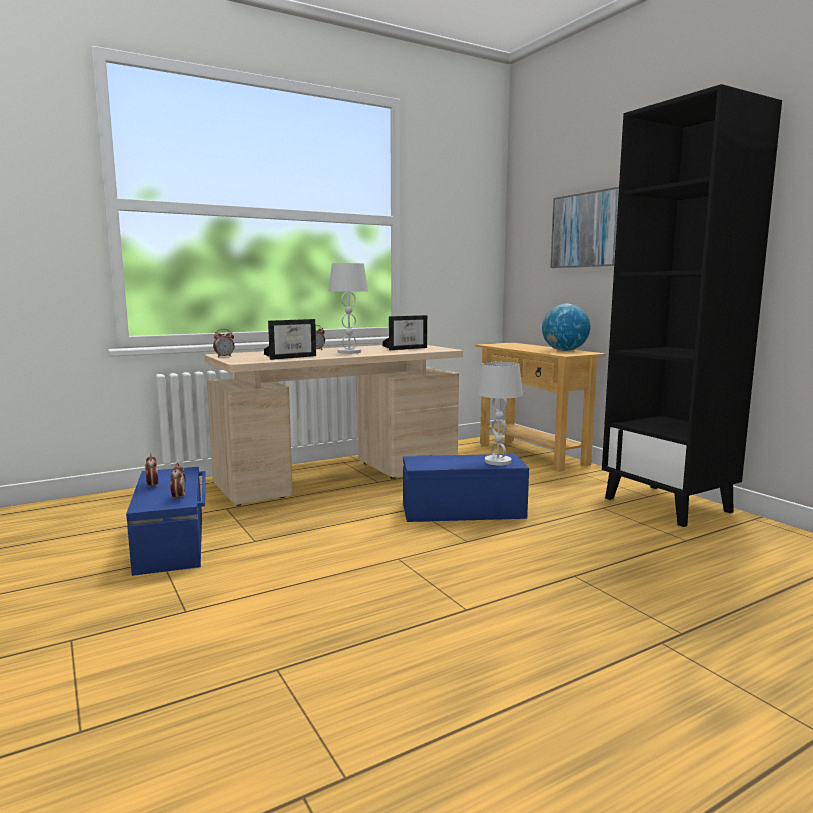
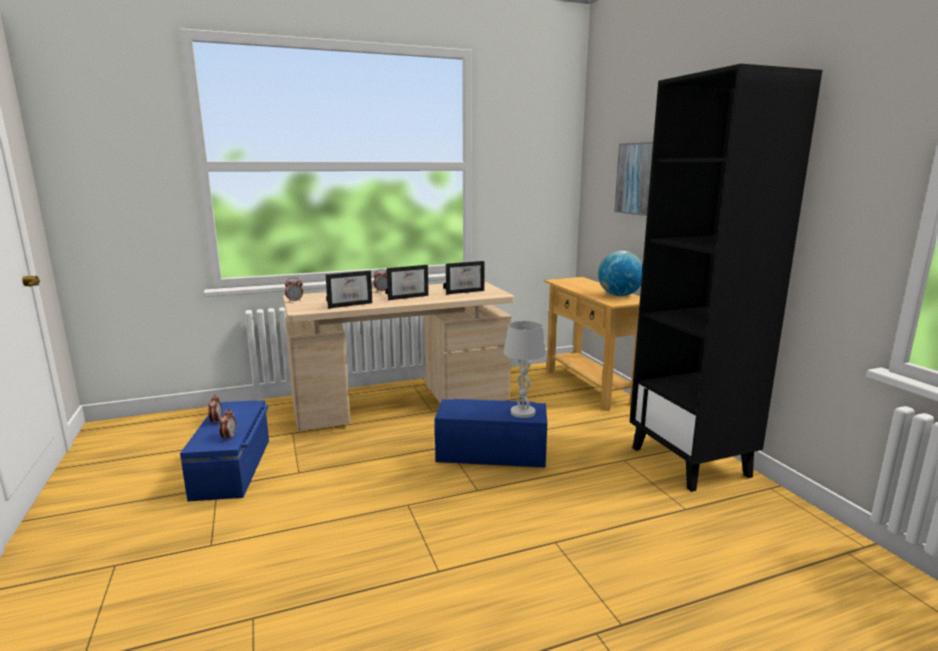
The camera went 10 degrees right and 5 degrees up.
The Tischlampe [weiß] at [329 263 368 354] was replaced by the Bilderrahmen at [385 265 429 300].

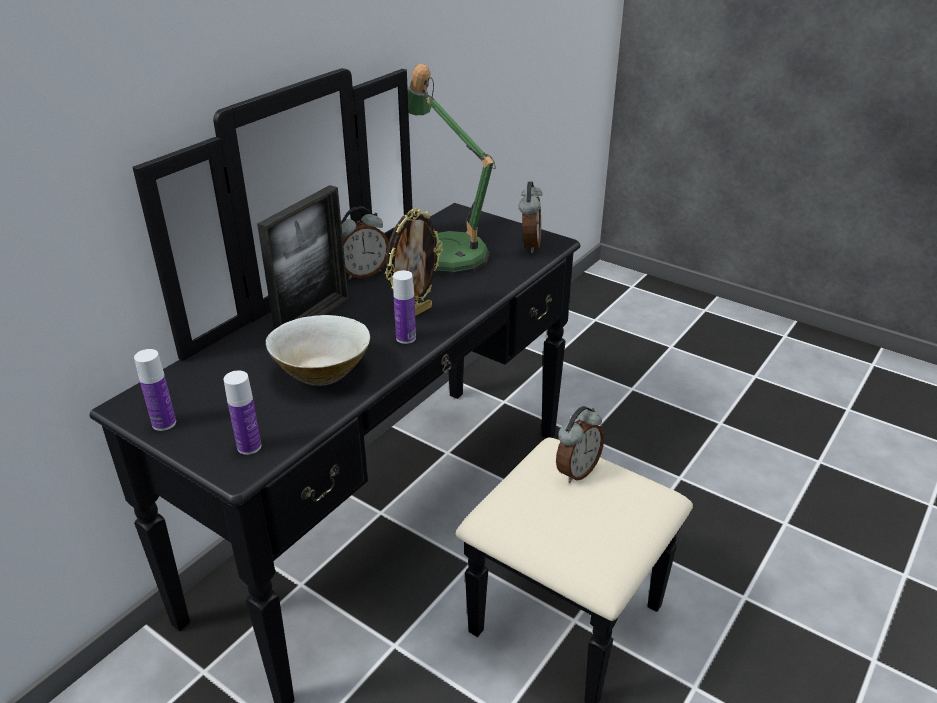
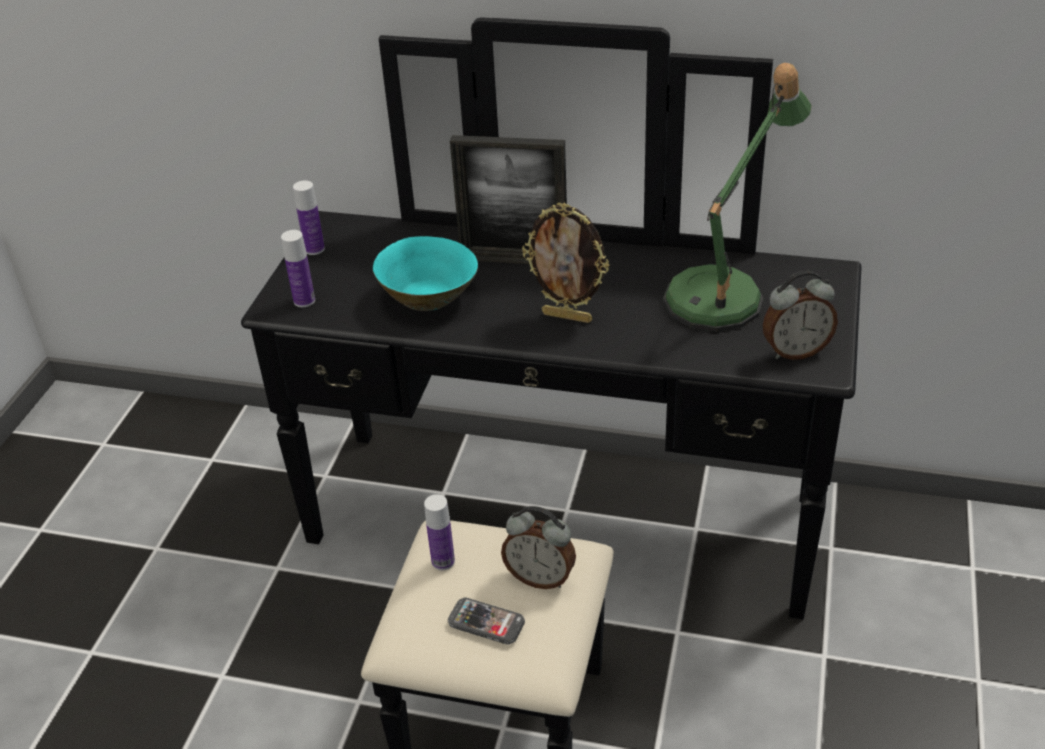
The camera went 70 degrees right and 5 degrees up.
The Wecker at [341 207 389 280] disappeared.
The Handy at [448 597 525 645] appeared.
The Flasche moved from [393 270 416 344] to [424 494 455 570].
The Schüssel [beige] at [266 315 370 386] became the Schüssel [türkis] at [373 236 478 311].

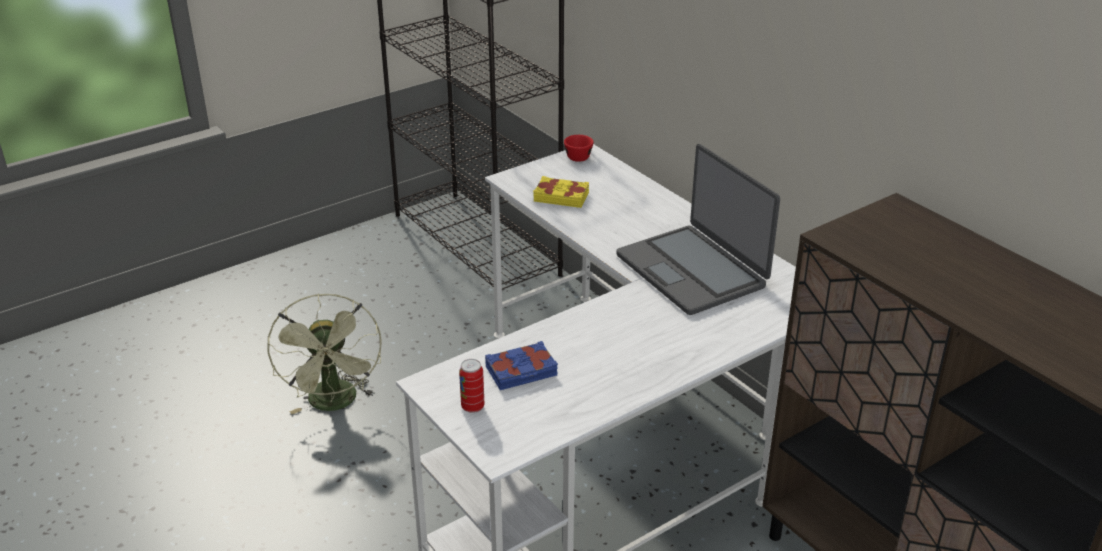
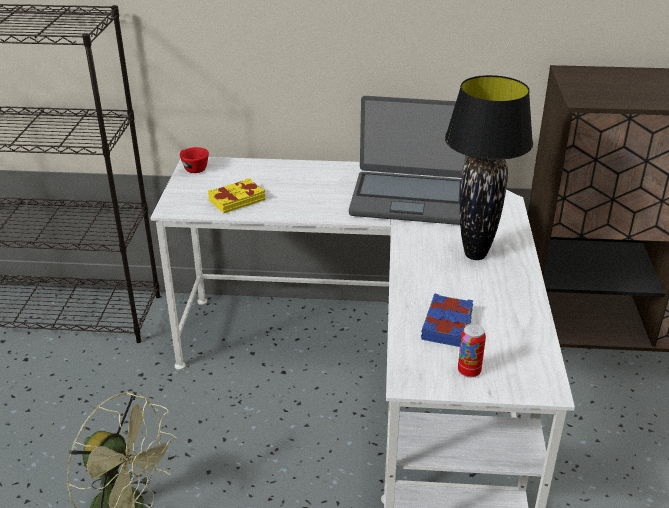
The camera went 50 degrees left and 0 degrees up.
The Tischlampe [schwarz] at [445 75 533 260] appeared.

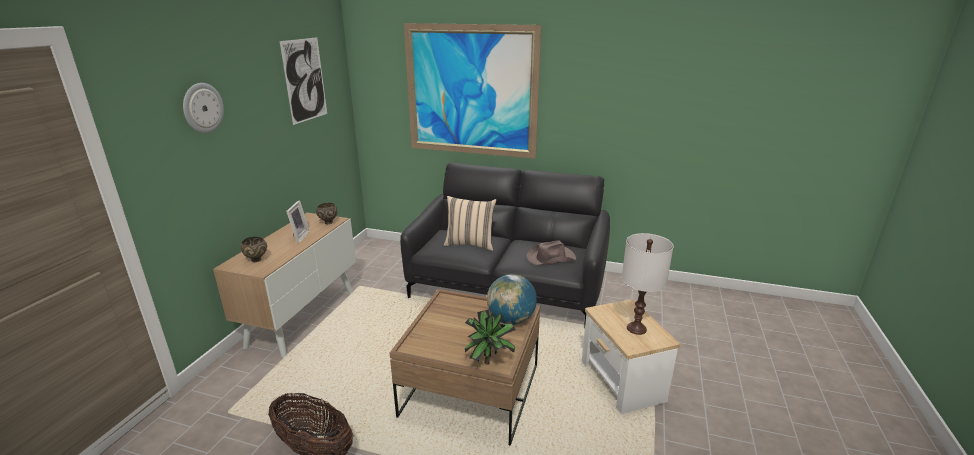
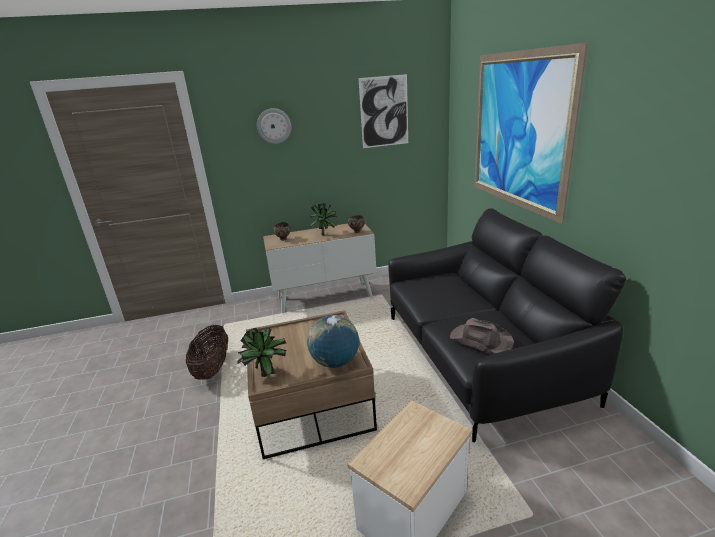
The camera went 60 degrees right and 0 degrees up.
The Kissen [beige] at [444 196 496 251] disappeared.
The Tischlampe [weiß] at [622 233 674 335] disappeared.
The Bilderrahmen at [286 200 310 243] was replaced by the Topfpflanze at [308 203 337 235].

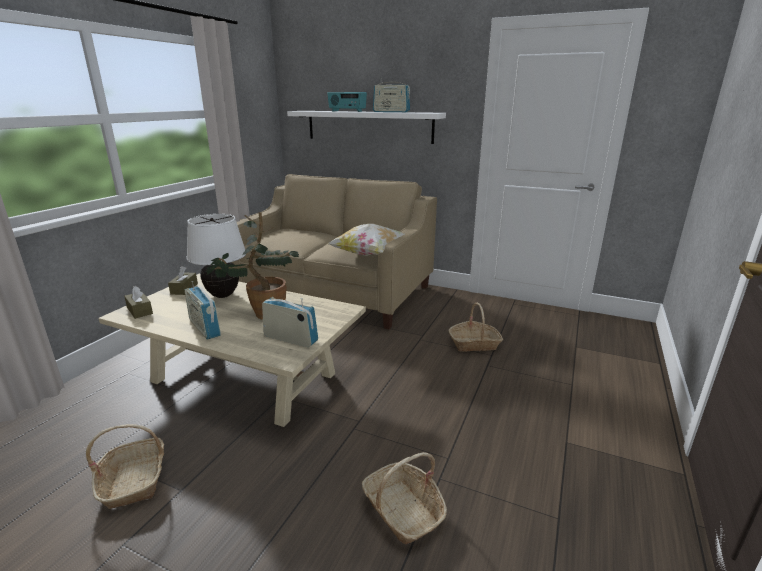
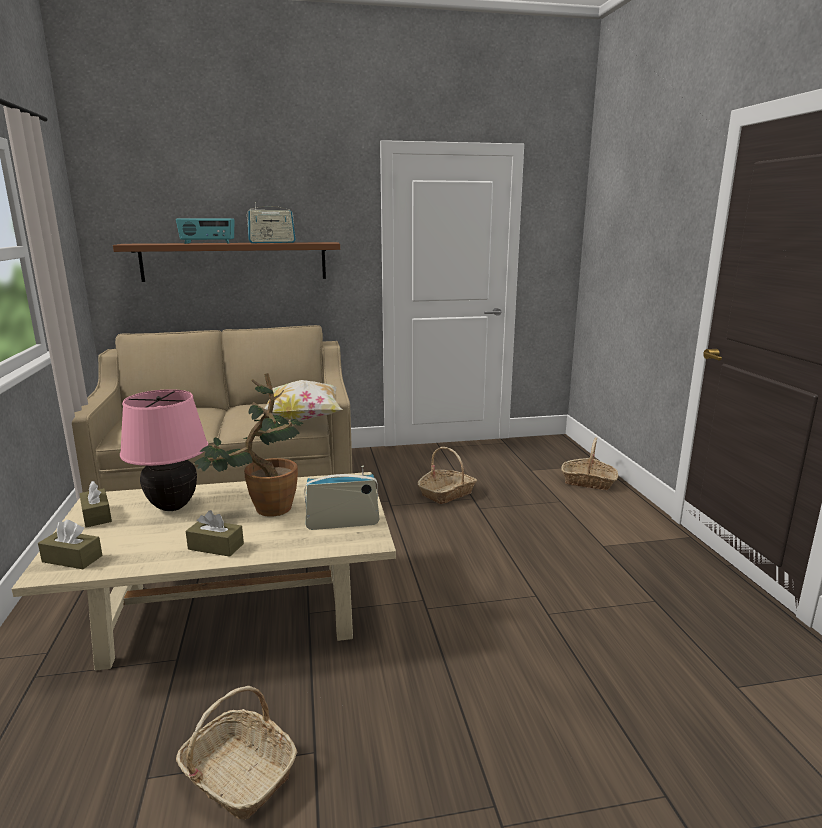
The camera went 35 degrees left and 5 degrees down.
The Korb moved from [362 452 447 545] to [561 437 618 490].
The Radio at [184 281 221 340] was replaced by the Taschentuchbox [braun] at [186 510 244 557].
The Tischlampe [weiß] at [186 214 246 298] became the Tischlampe [rosa] at [120 389 208 511].
The Wandregal [weiß] at [287 111 446 144] became the Wandregal [braun] at [113 242 340 282].

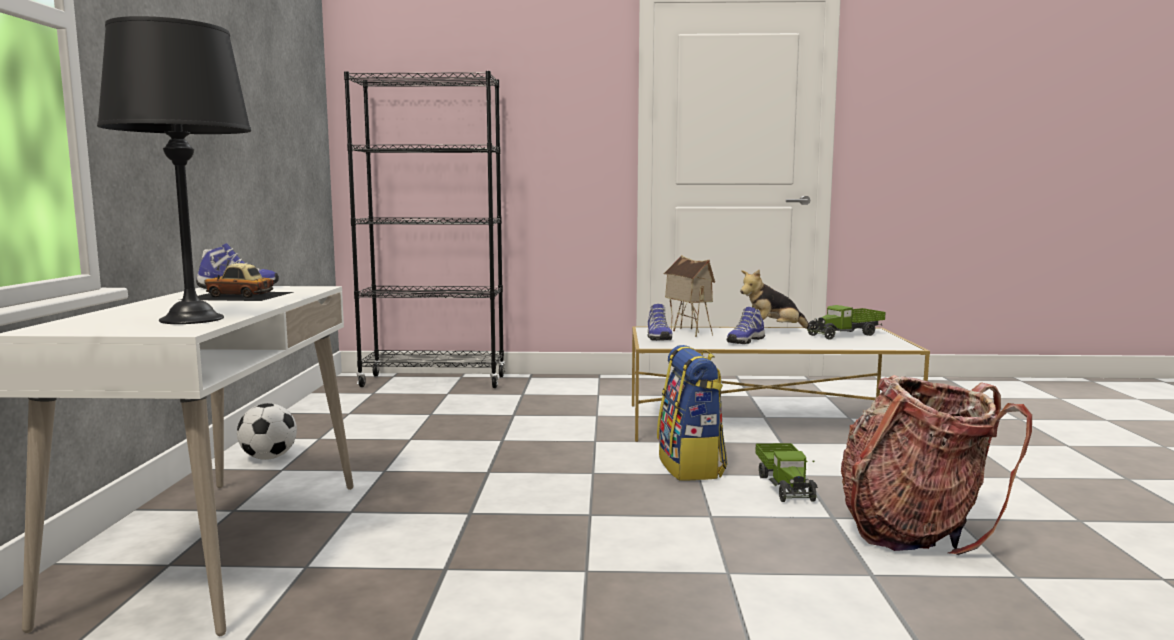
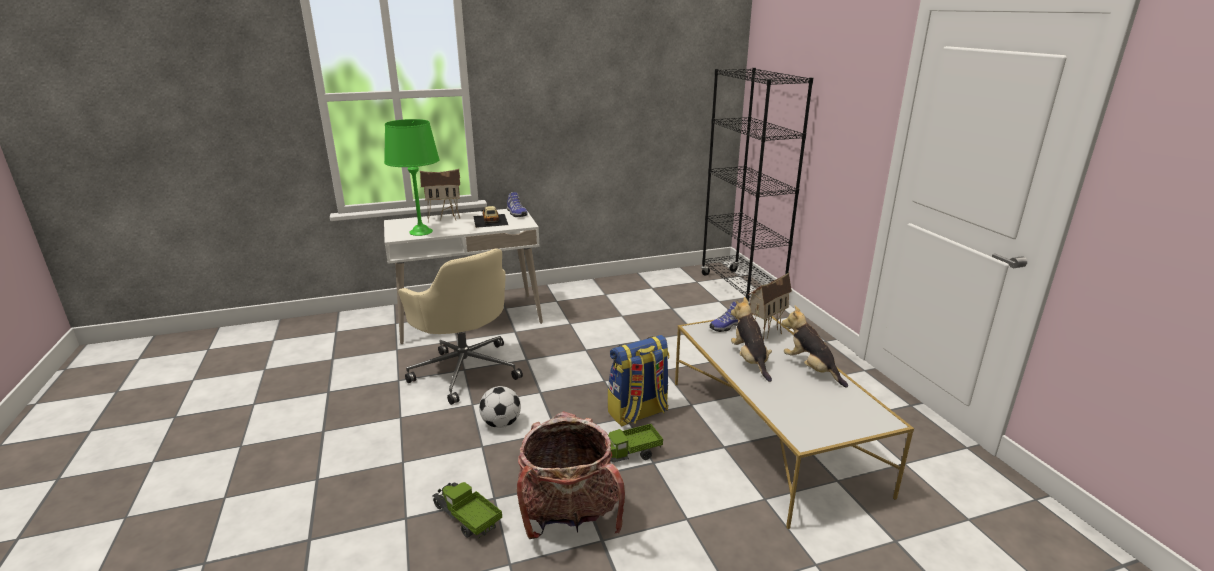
The camera went 70 degrees right and 15 degrees up.
The Bürostuhl [beige] at [398 248 523 405] appeared.
The Spielzeughaus at [420 169 460 222] appeared.
The Fußball moved from [237 403 297 460] to [479 386 521 428].
The Spielzeuglaster moved from [807 305 885 340] to [432 482 502 538].
The Schuh at [727 307 765 344] was replaced by the Plüschtier at [731 297 772 382].
The Tischlampe [schwarz] at [97 16 251 324] became the Tischlampe [grün] at [384 119 440 236].

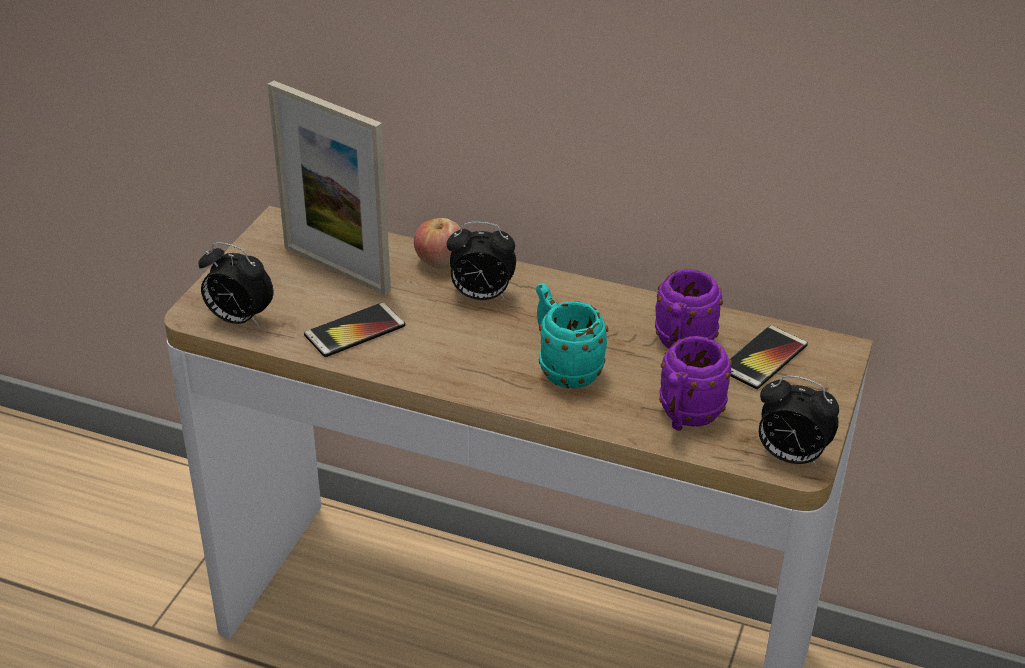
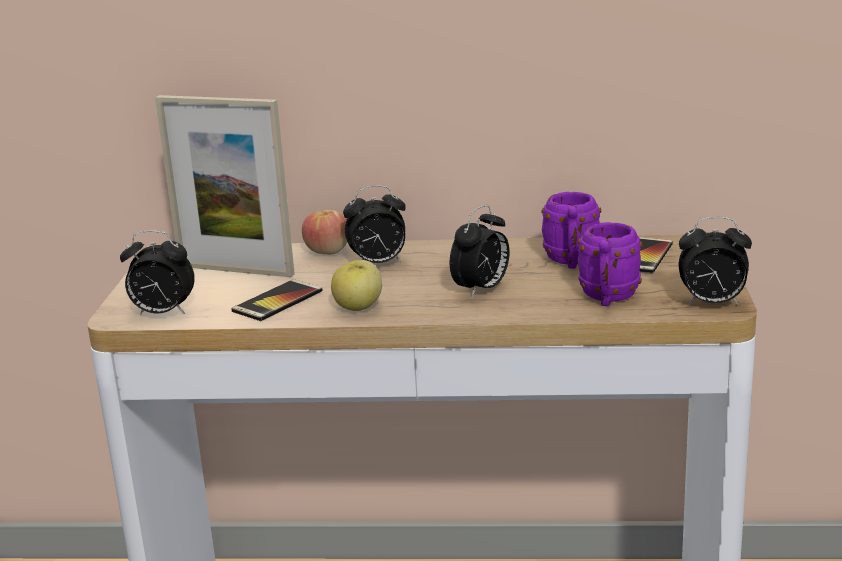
The camera went 15 degrees left and 15 degrees down.
The Apfel at [331 260 382 311] appeared.
The Henkelbecher [türkis] at [536 283 608 388] was replaced by the Wecker at [450 205 509 298].

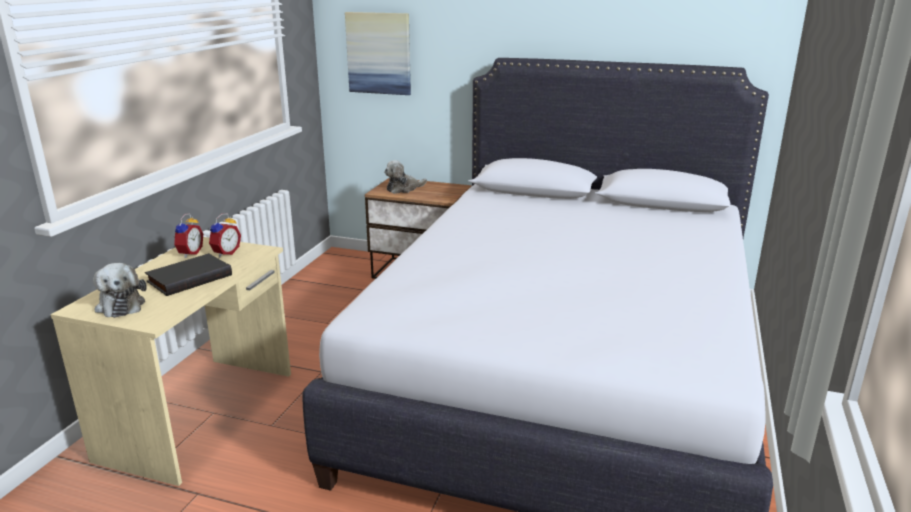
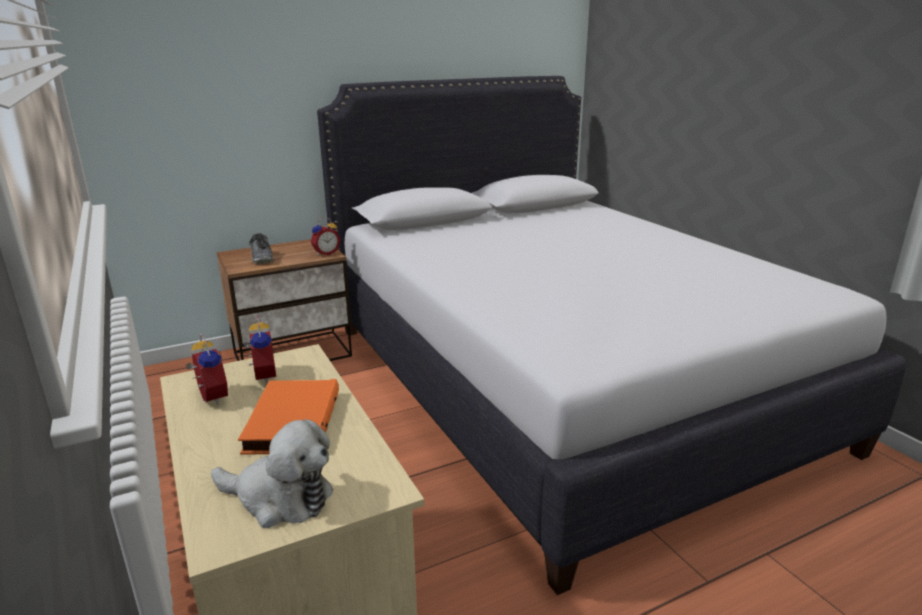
The camera went 45 degrees left and 0 degrees up.
The Bild at [345 12 411 95] disappeared.
The Wecker at [311 218 341 256] appeared.
The Plüschtier at [384 160 427 194] was replaced by the Schuh at [249 233 274 264].
The Buch [schwarz] at [145 253 232 296] became the Buch [orange] at [238 379 339 455].

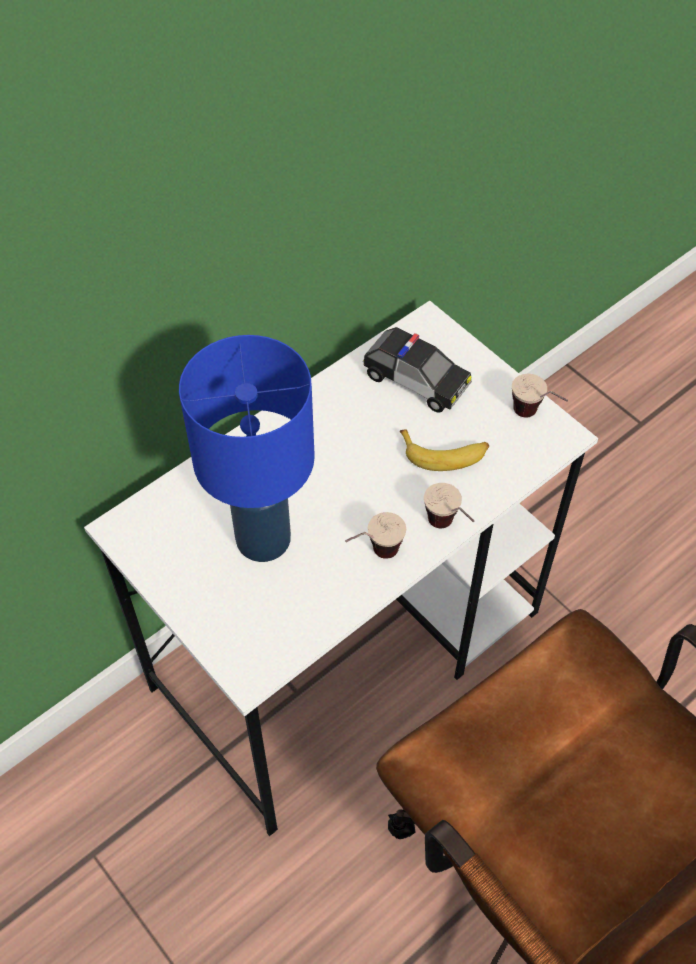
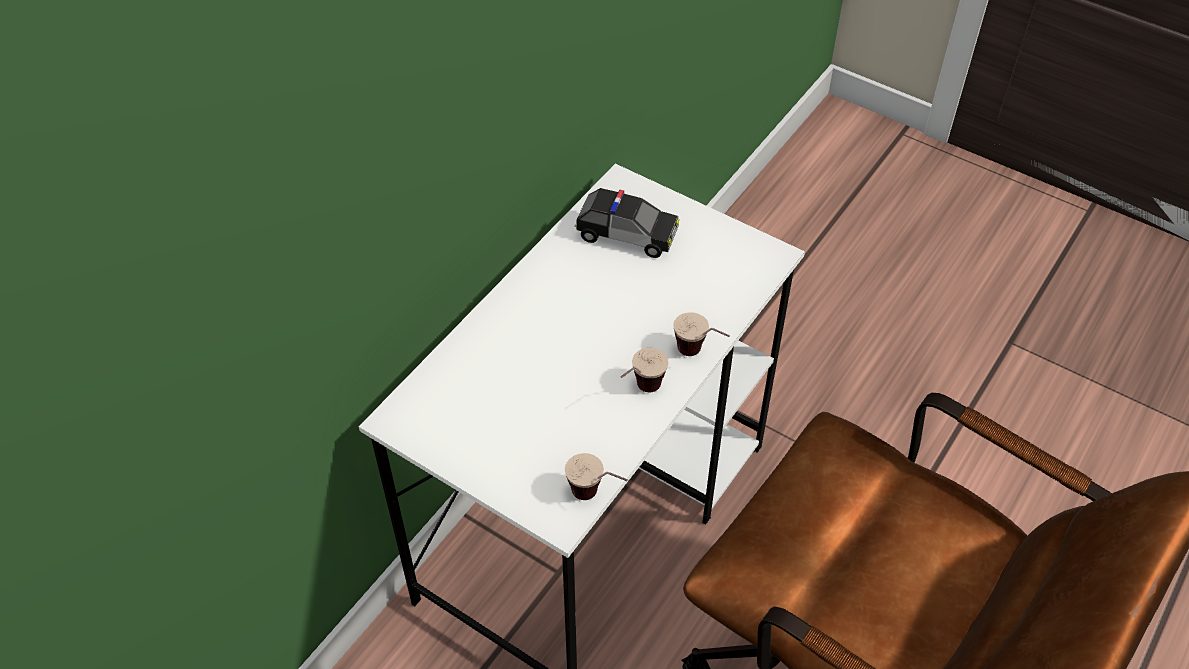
The camera went 15 degrees left and 5 degrees down.
The Tischlampe [blau] at [179 335 315 562] disappeared.
The Banane at [400 429 489 471] disappeared.
The Tasse moved from [512 374 568 417] to [565 453 628 500].

